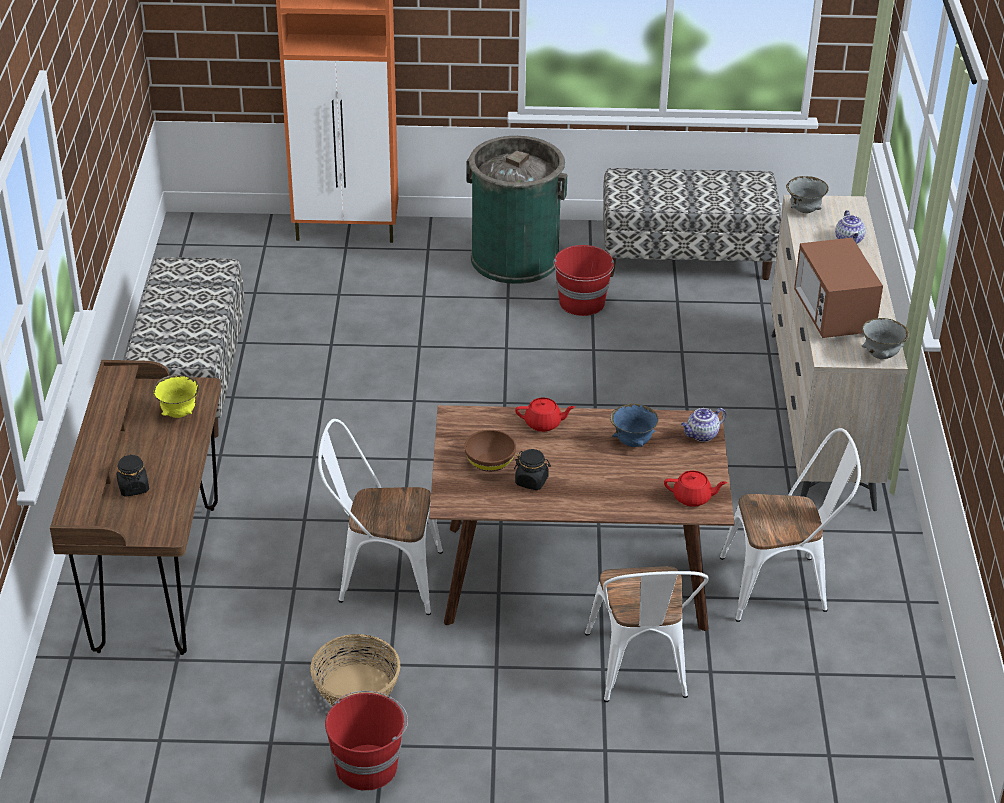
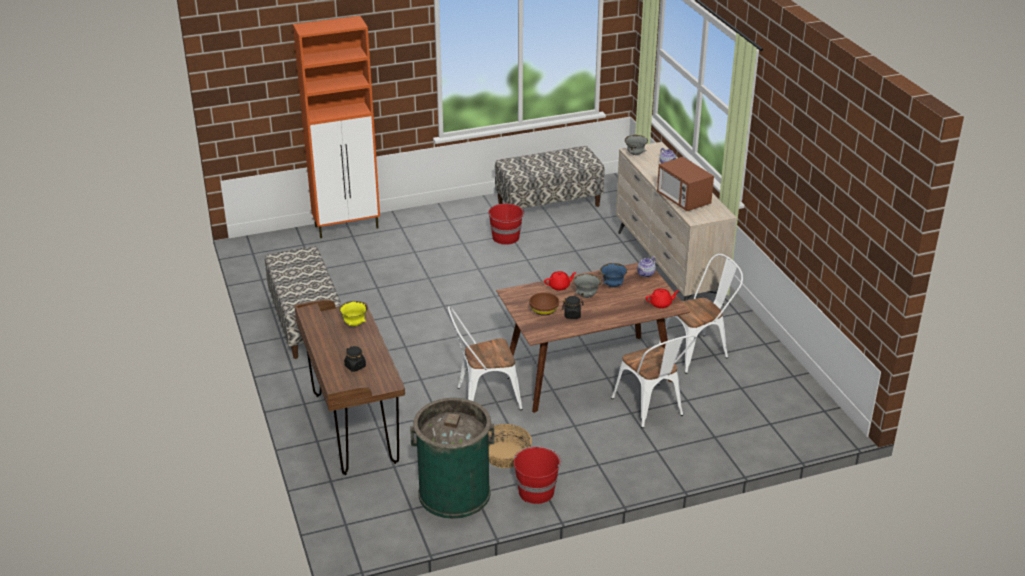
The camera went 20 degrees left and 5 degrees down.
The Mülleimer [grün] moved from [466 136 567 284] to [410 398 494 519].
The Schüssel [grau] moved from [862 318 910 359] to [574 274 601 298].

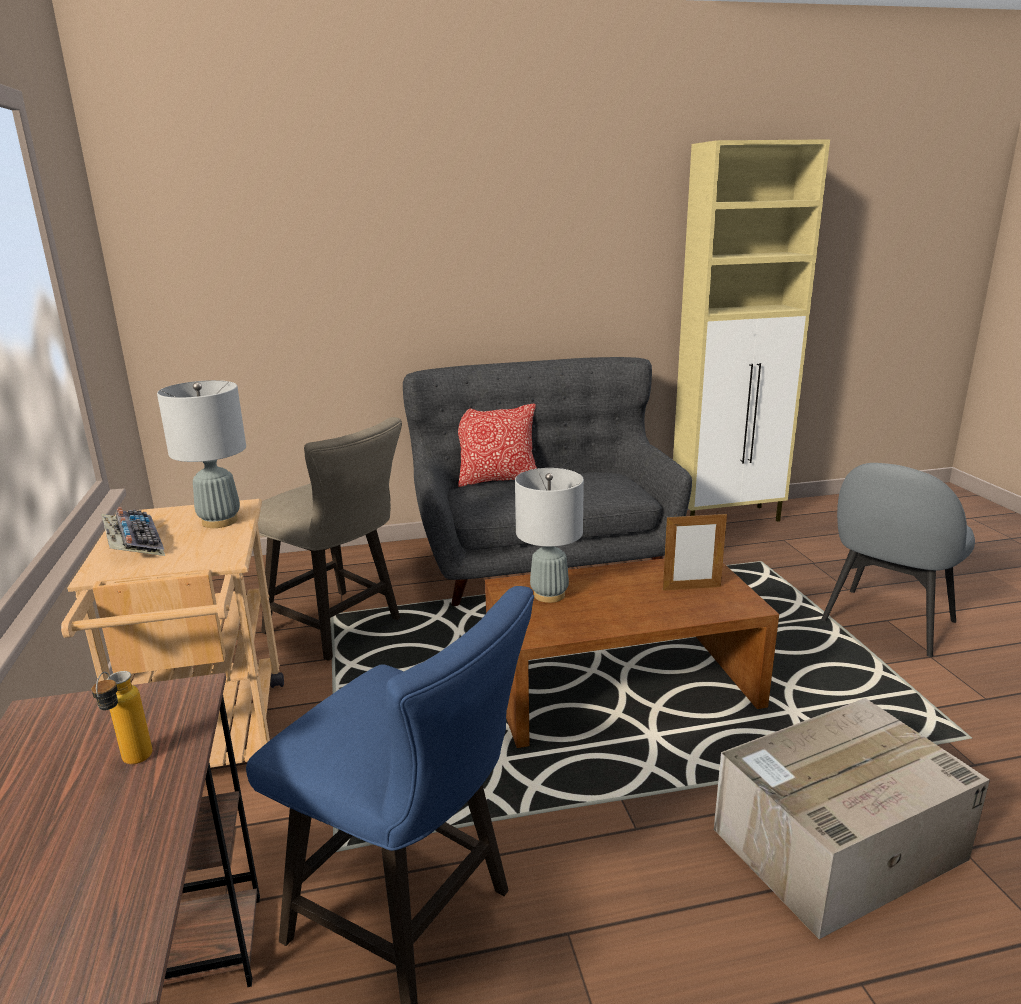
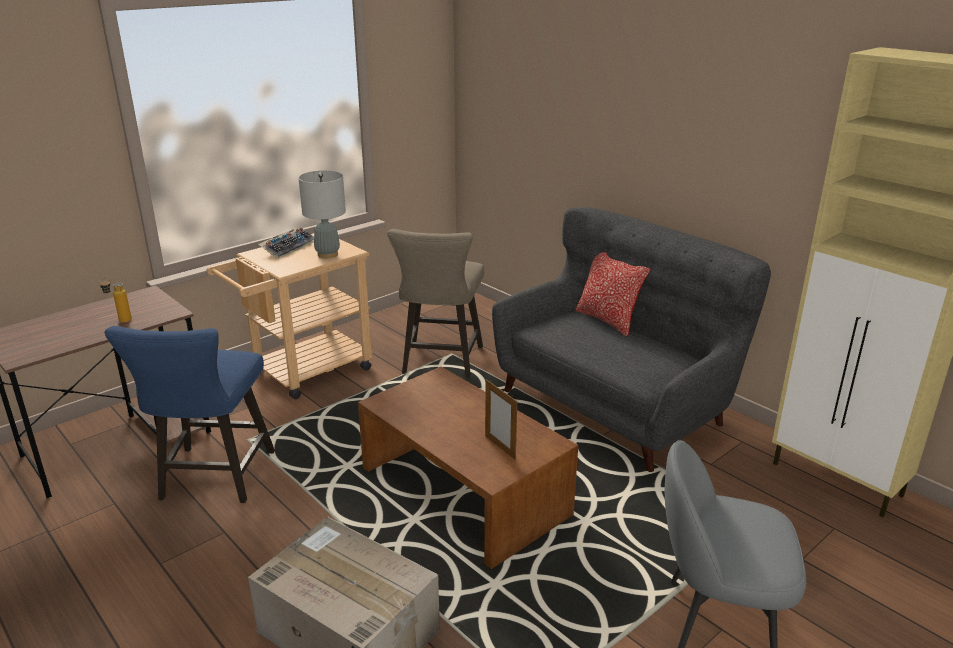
The camera went 60 degrees right and 5 degrees up.
The Tischlampe [grau] at [515 468 584 603] disappeared.

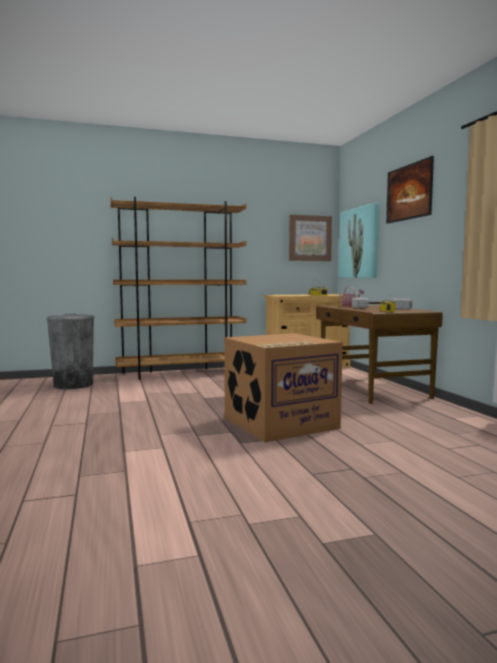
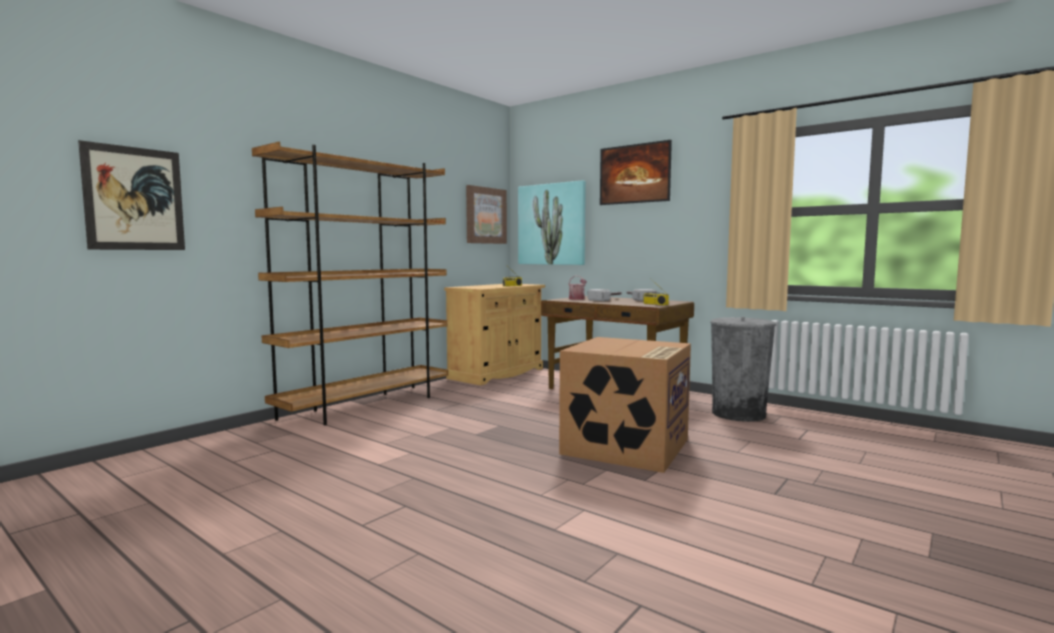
The camera went 35 degrees left and 0 degrees up.
The Bild at [78 140 185 250] appeared.
The Mülleimer [grau] moved from [46 313 95 389] to [710 316 776 422].

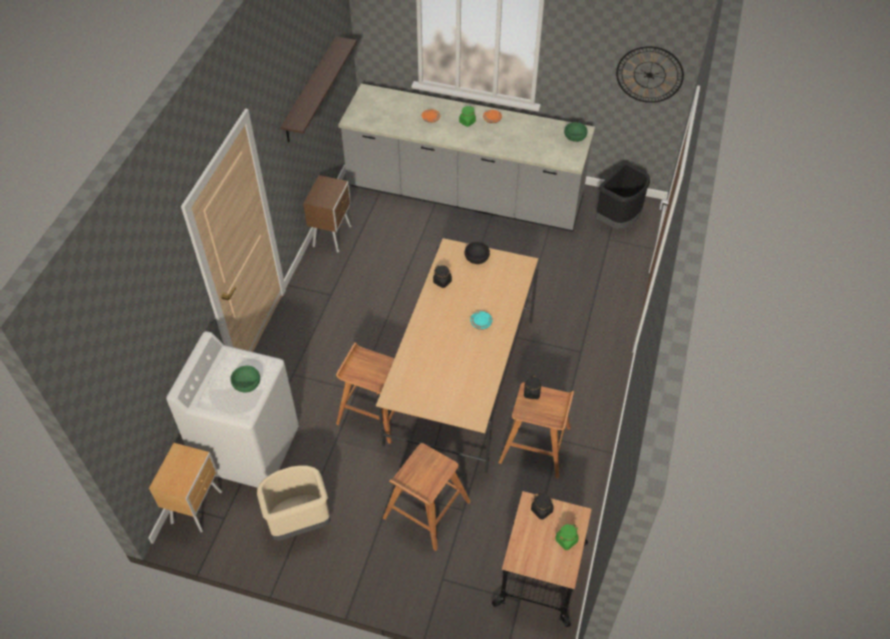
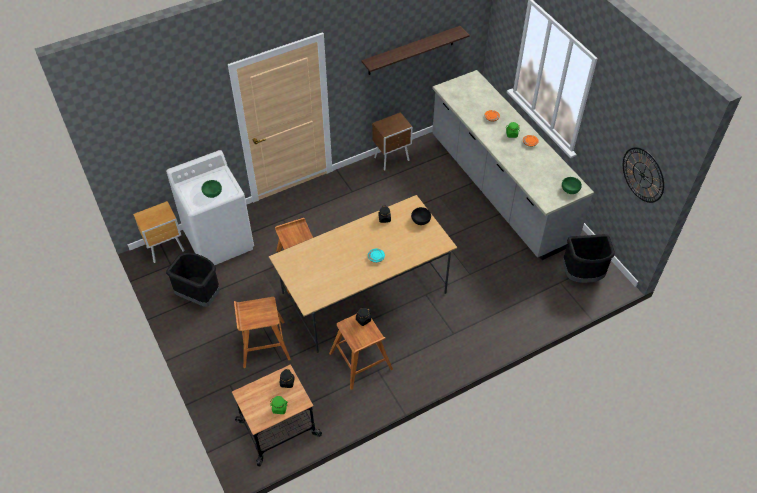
The camera went 45 degrees right and 0 degrees up.
The Mülleimer [beige] at [257 466 331 541] became the Mülleimer [schwarz] at [166 253 220 307].

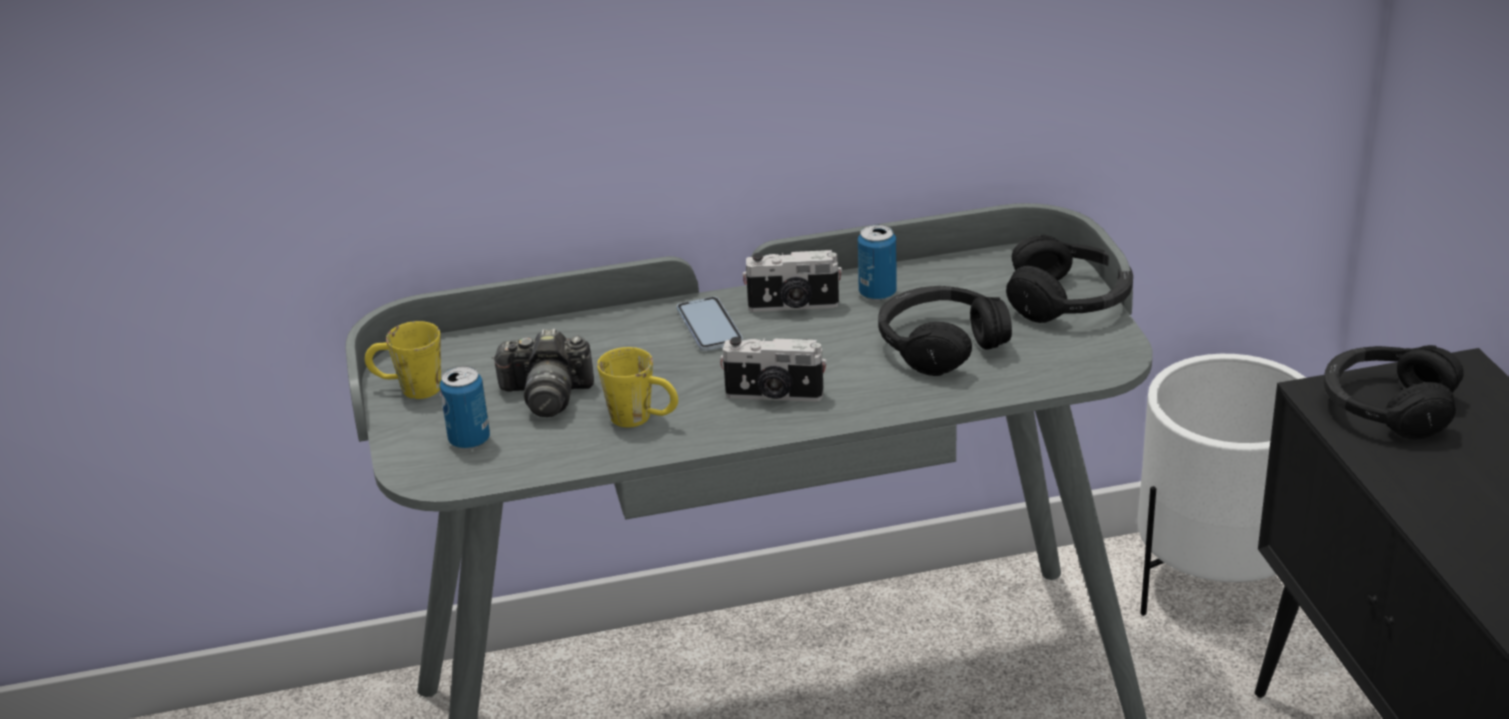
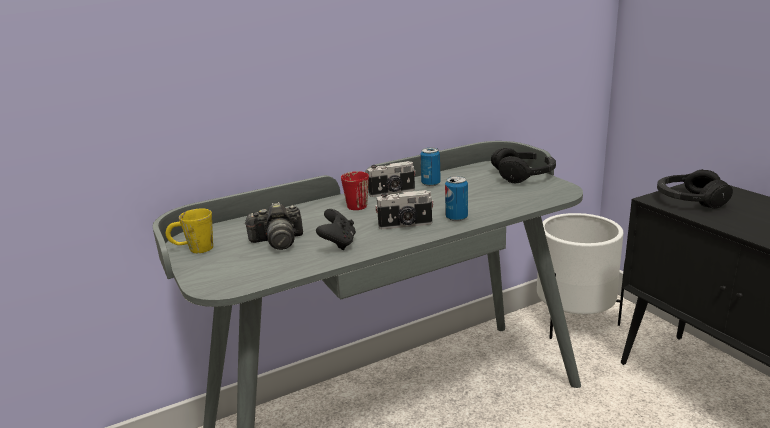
The camera went 15 degrees left and 10 degrees down.
The Kopfhörer [schwarz] at [878 286 1012 376] disappeared.
The Dose moved from [440 366 490 450] to [445 176 468 221].
The Henkelbecher [gelb] at [597 347 678 428] was replaced by the Gamepad [schwarz] at [316 209 356 250].
The Handy at [677 297 743 351] was replaced by the Henkelbecher [rot] at [341 171 369 210].

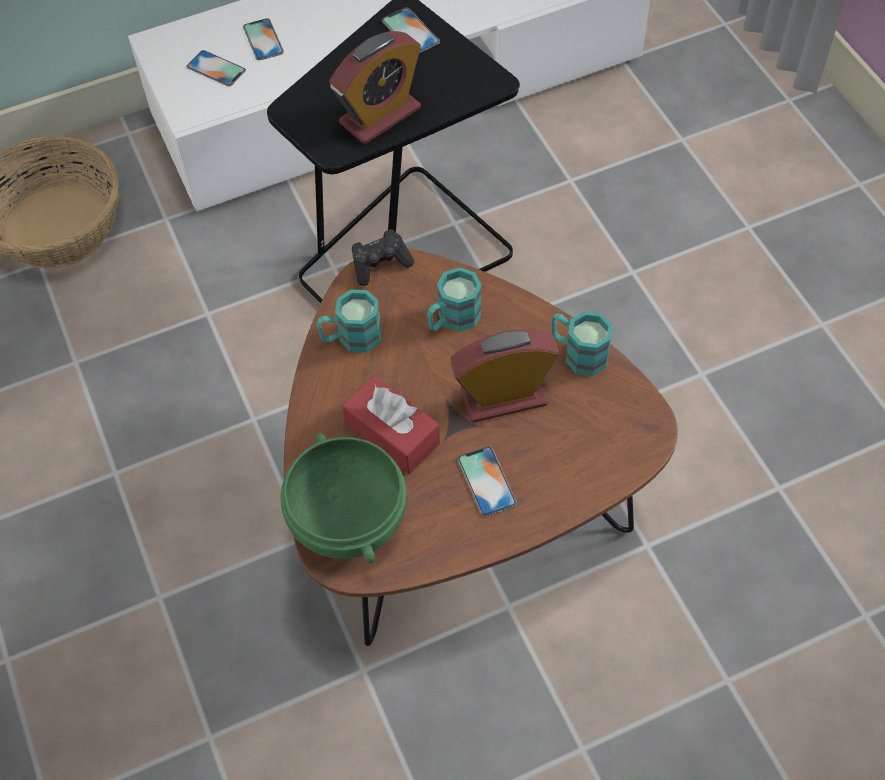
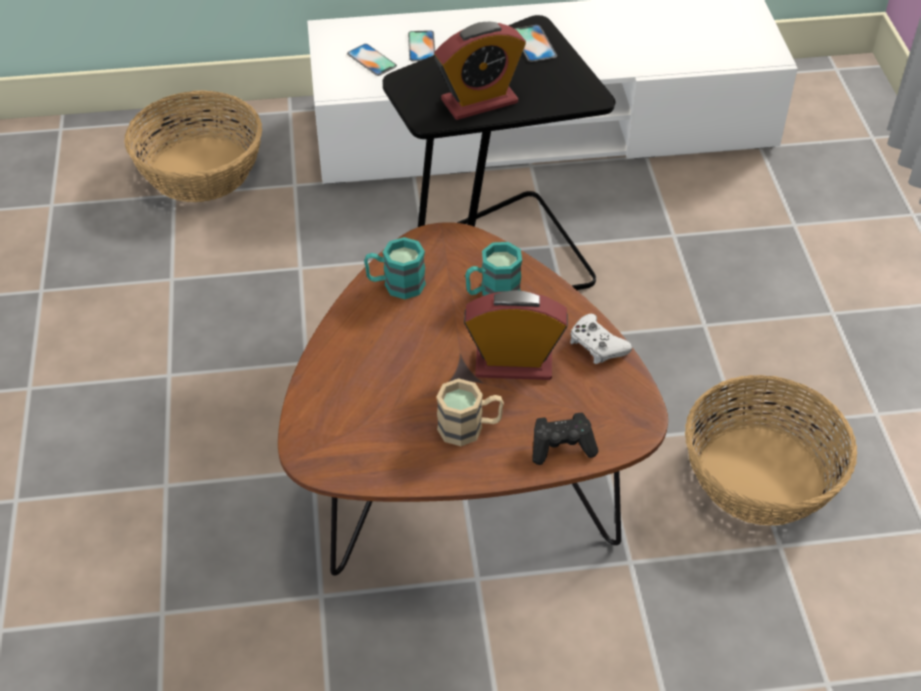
The camera went 15 degrees right and 10 degrees down.
The Schüssel [grün] at [281 433 407 563] disappeared.
The Taschentuchbox [rot] at [342 376 440 474] disappeared.
The Korb at [685 375 857 526] appeared.
The Gamepad [schwarz] moved from [352 229 414 286] to [532 412 599 465].
The Handy at [458 446 517 516] was replaced by the Henkelbecher [beige] at [437 378 504 446].
The Henkelbecher [türkis] at [551 311 613 376] was replaced by the Gamepad [weiß] at [570 314 632 364].

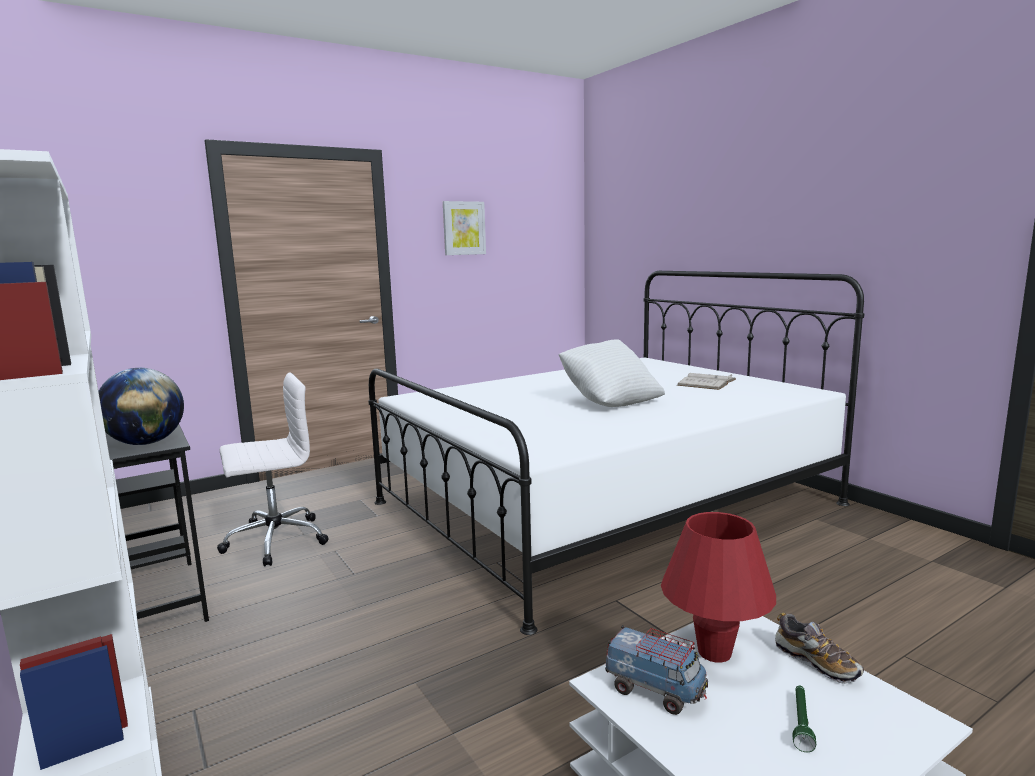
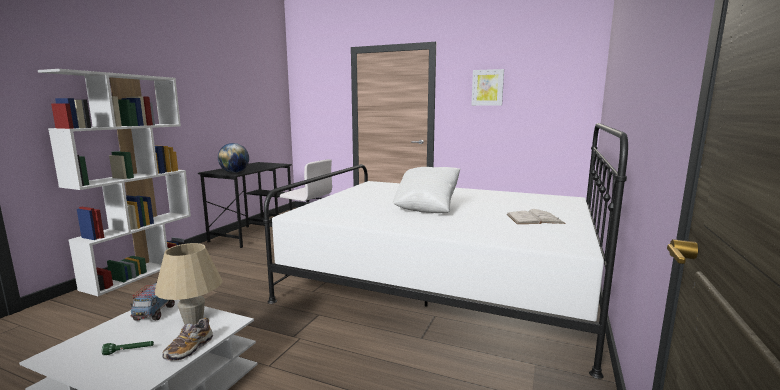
The camera went 55 degrees right and 0 degrees up.
The Tischlampe [rot] at [661 512 776 663] became the Tischlampe [beige] at [155 243 222 325].

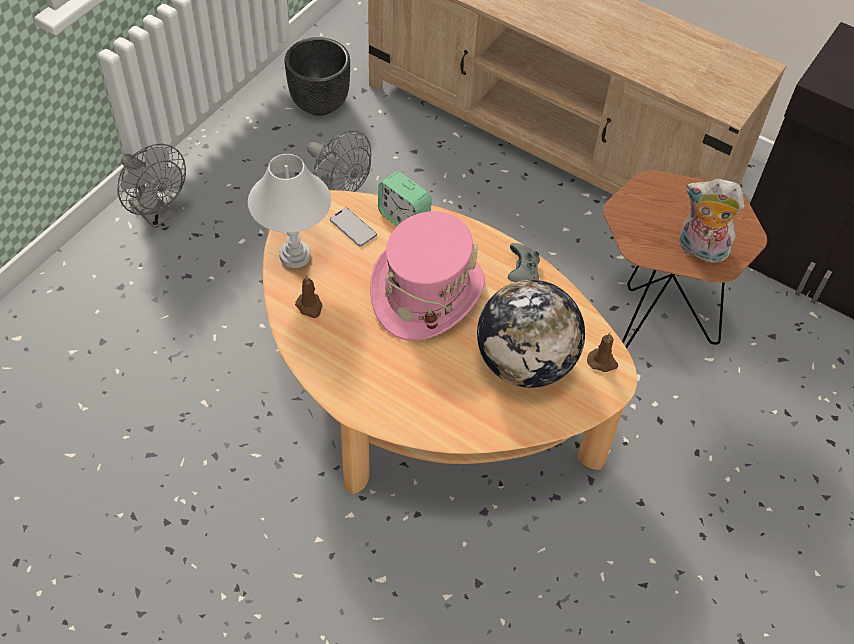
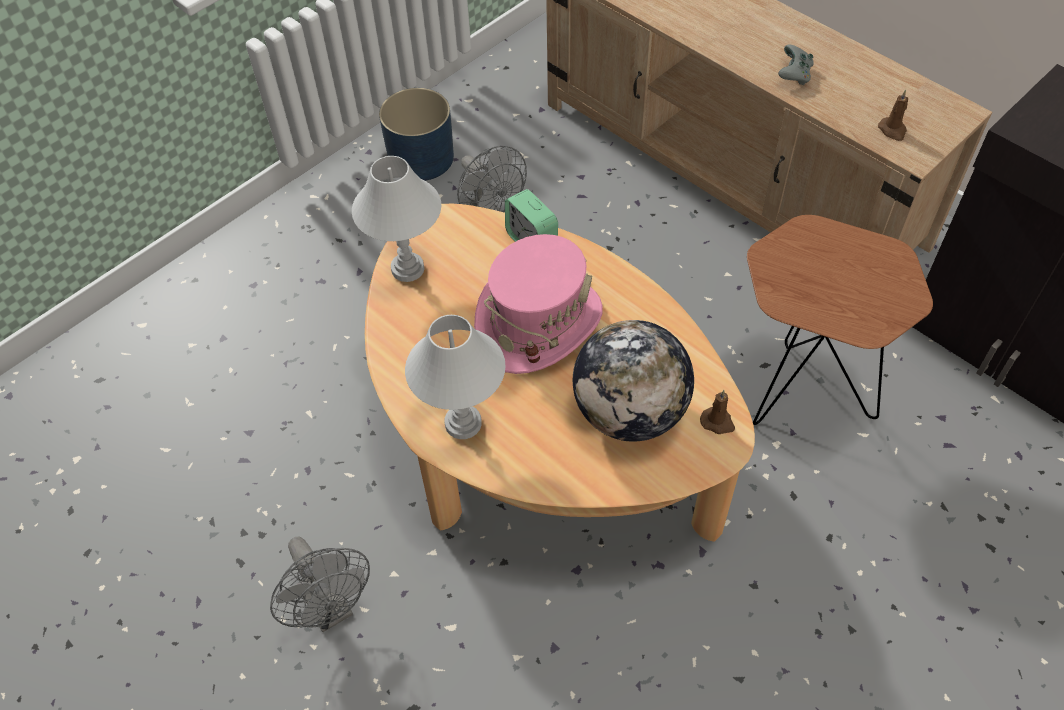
The camera went 15 degrees right and 0 degrees up.
The Pflanzkübel [schwarz] at [284 37 350 115] disappeared.
The Handy at [330 208 377 247] disappeared.
The Plüschtier at [680 179 744 263] disappeared.
The Pflanzkübel [blau] at [379 88 454 181] appeared.
The Tischlampe [weiß] at [405 315 506 439] appeared.
The Ventilator [grau] moved from [117 144 186 228] to [270 537 370 632].
The Kerze [braun] moved from [295 275 323 318] to [878 90 908 141].
The Gamepad [grau] moved from [508 243 540 282] to [778 44 814 85].

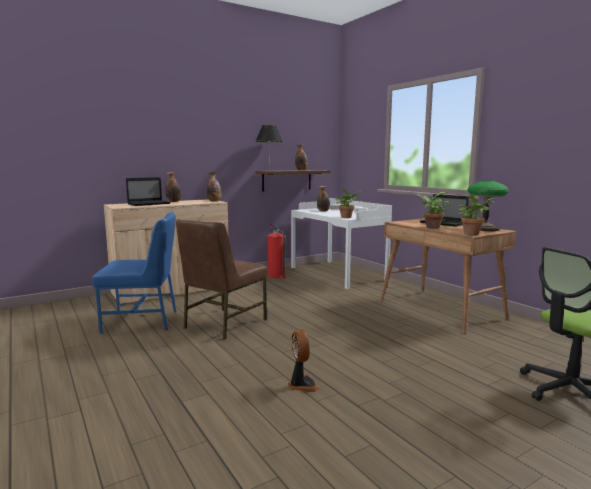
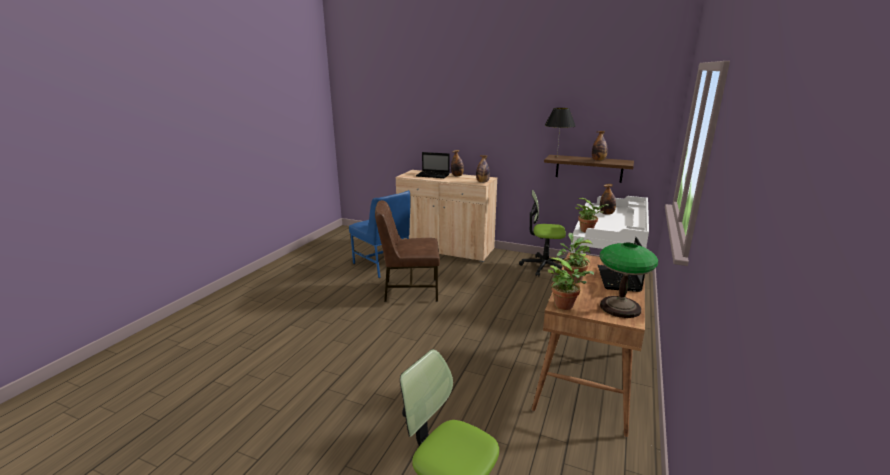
The camera went 55 degrees right and 10 degrees up.
The Ventilator at [287 329 320 392] disappeared.
The Feuerlöscher at [267 224 286 278] was replaced by the Bürostuhl at [519 190 566 276].

